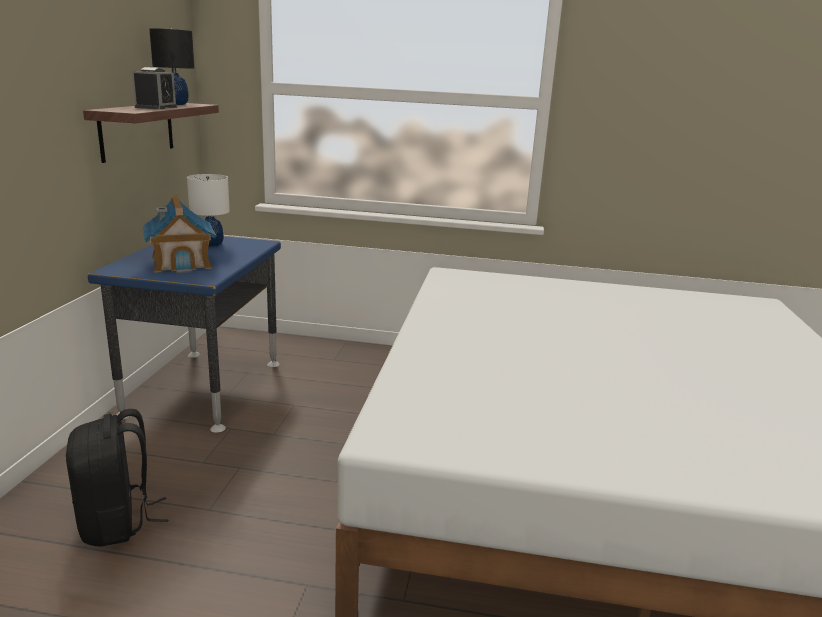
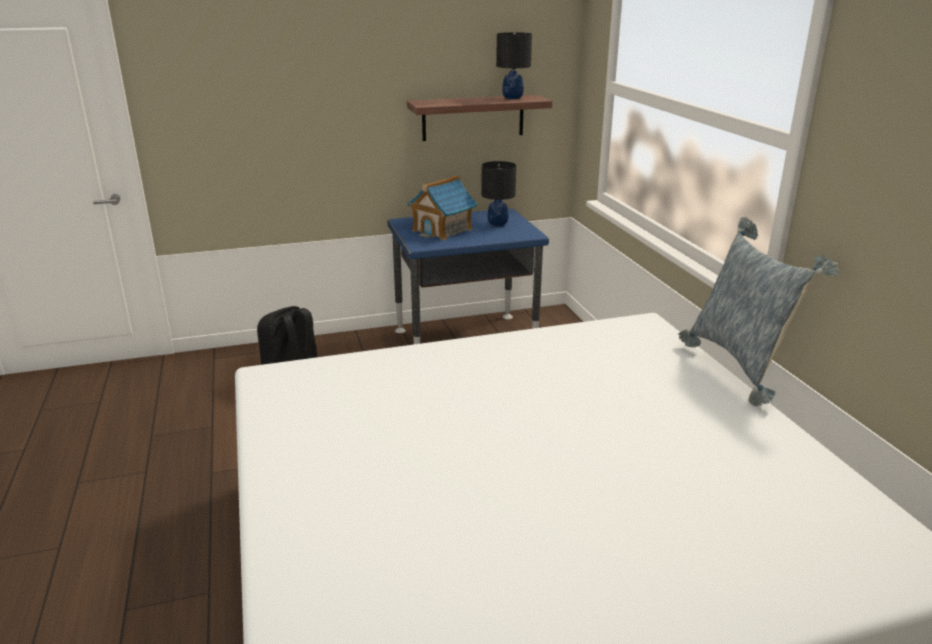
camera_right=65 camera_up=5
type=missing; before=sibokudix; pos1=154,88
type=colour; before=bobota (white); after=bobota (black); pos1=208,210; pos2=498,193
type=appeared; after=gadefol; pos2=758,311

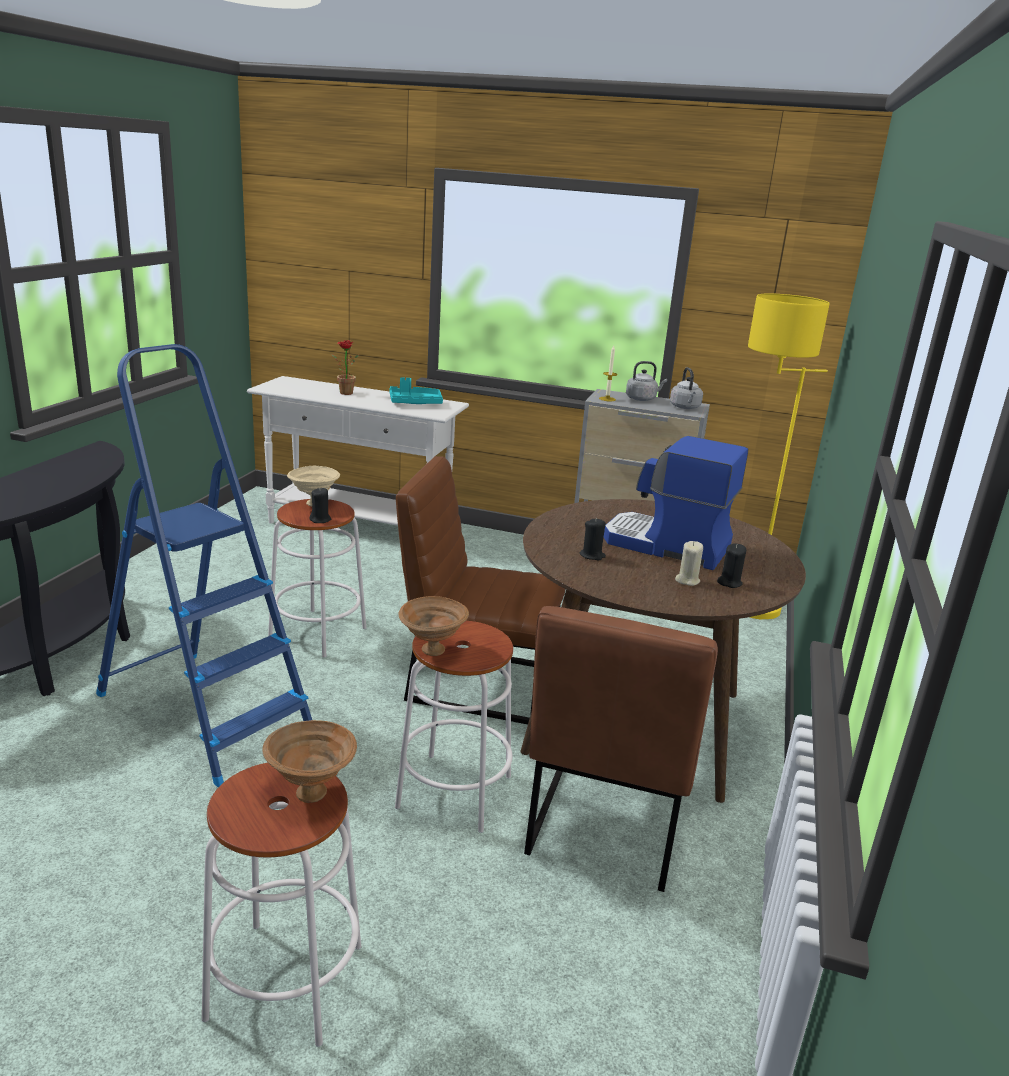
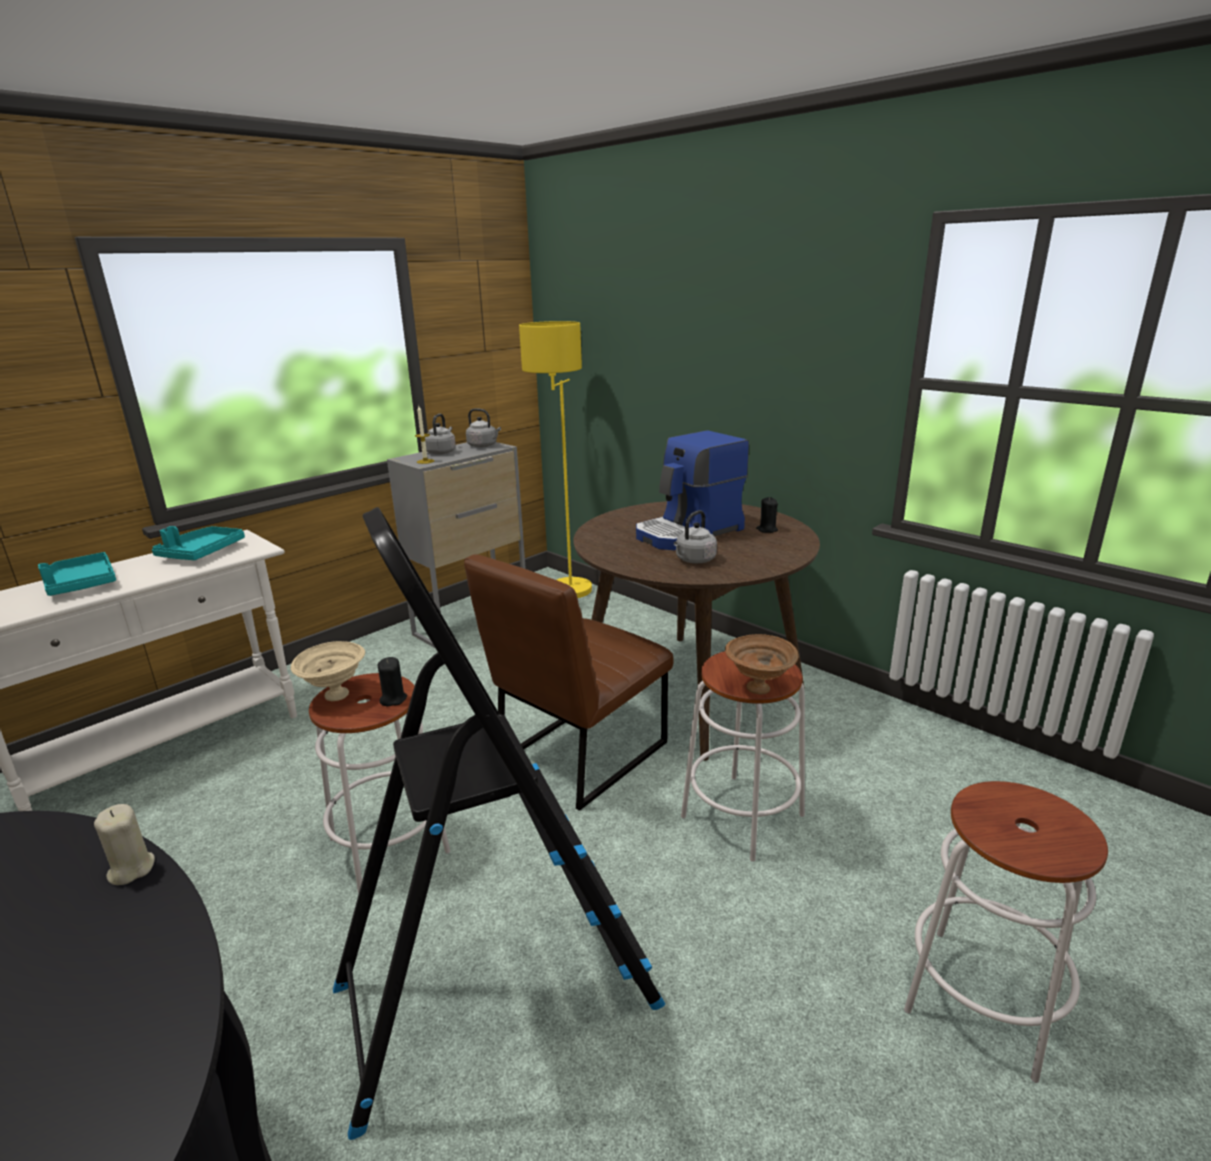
camera_right=-60 camera_up=0
type=colour; before=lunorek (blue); after=lunorek (black); pos1=204,565; pos2=499,823
type=missing; before=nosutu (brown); pos1=309,761
type=exchanged; before=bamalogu; after=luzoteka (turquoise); pos1=345,367; pos2=77,574
type=missing; before=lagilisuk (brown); pos1=621,749
type=exchanged; before=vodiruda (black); after=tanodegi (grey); pos1=593,539; pos2=695,536
type=relocated; before=vodiruda (beige); pos1=689,563; pos2=124,844

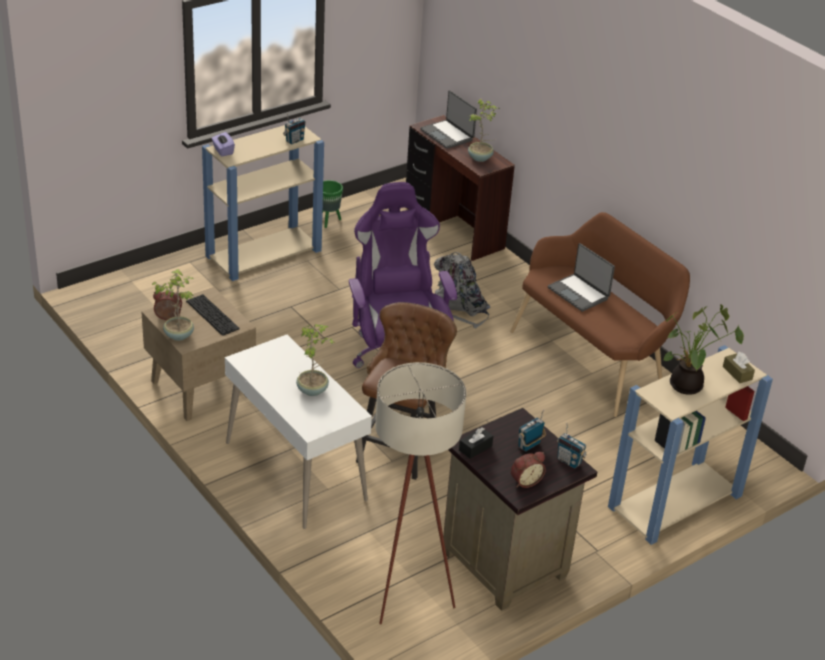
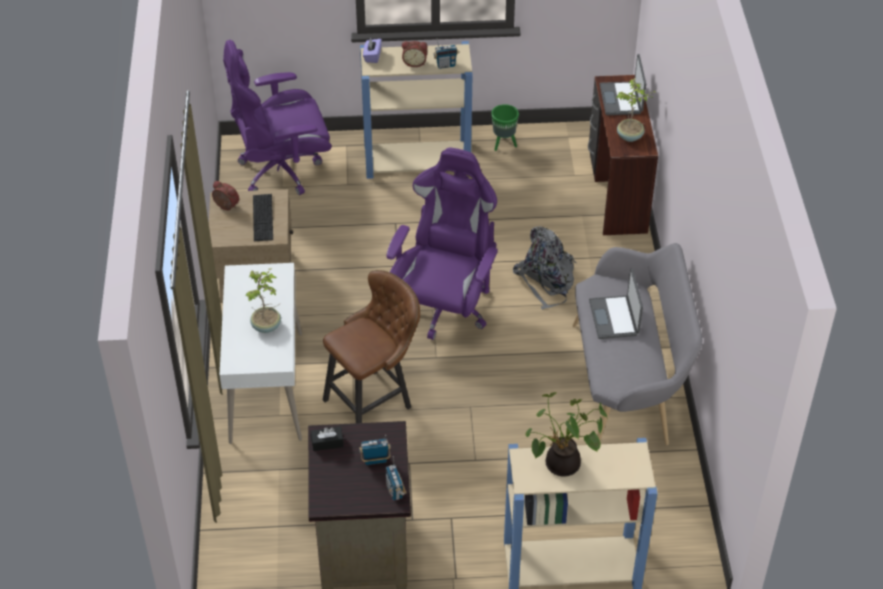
camera_right=35 camera_up=10
type=missing; before=bamalogu; pos1=173,305
type=missing; before=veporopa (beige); pos1=420,493
type=colour; before=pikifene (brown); after=pikifene (grey); pos1=600,314; pos2=637,344
type=relocated; before=sibokudix; pos1=528,470; pos2=414,54
type=missing; before=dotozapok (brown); pos1=739,367
type=appeared; after=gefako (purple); pos2=277,117

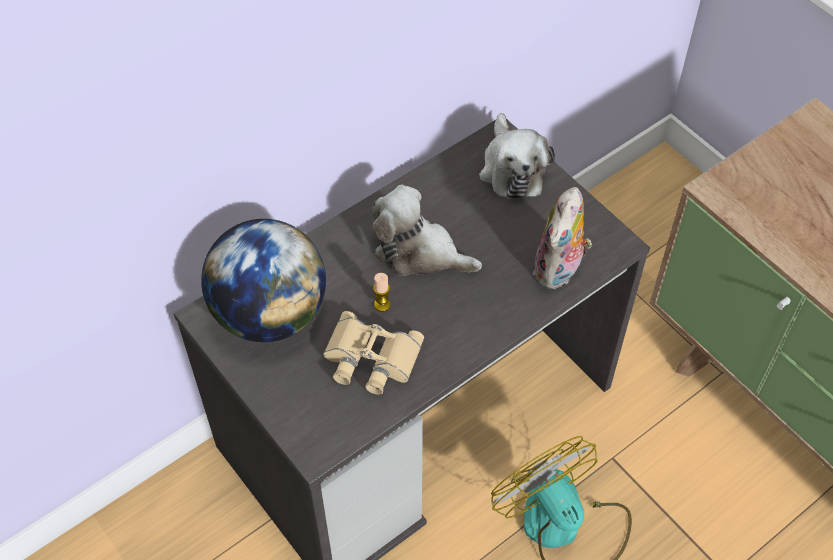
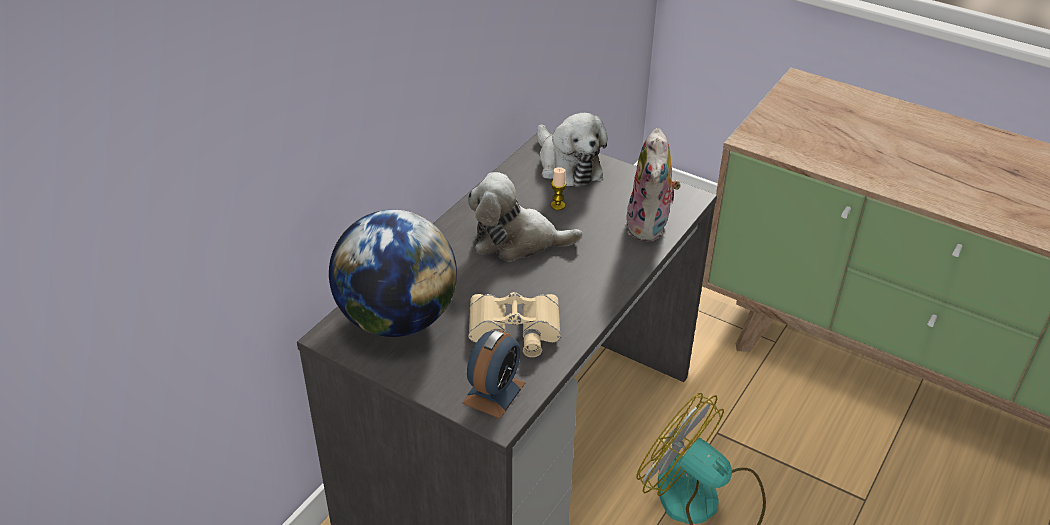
camera_right=-20 camera_up=-15
type=relocated; before=vodiruda; pos1=381,292; pos2=559,188
type=appeared; after=sibokudix; pos2=494,375

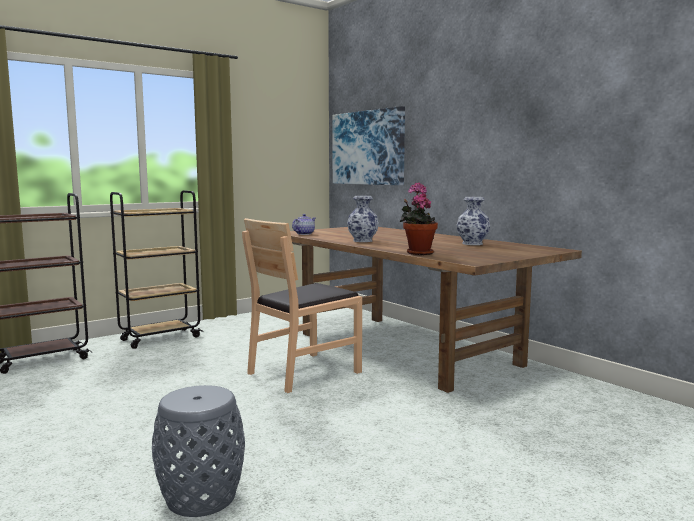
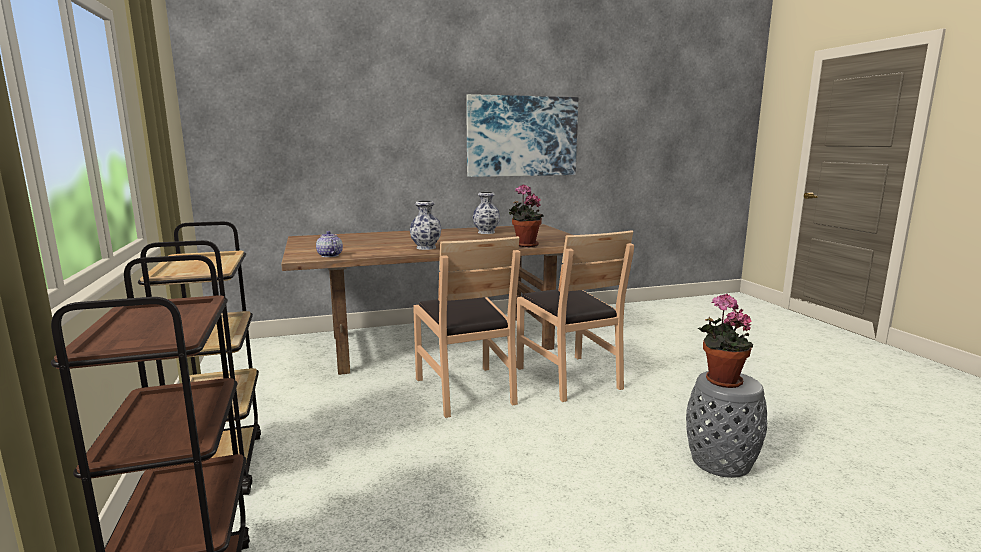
camera_right=-70 camera_up=5
type=relocated; before=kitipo; pos1=368,145; pos2=522,135
type=appeared; after=lagilisuk (brown); pos2=575,316
type=appeared; after=bamalogu; pos2=725,341

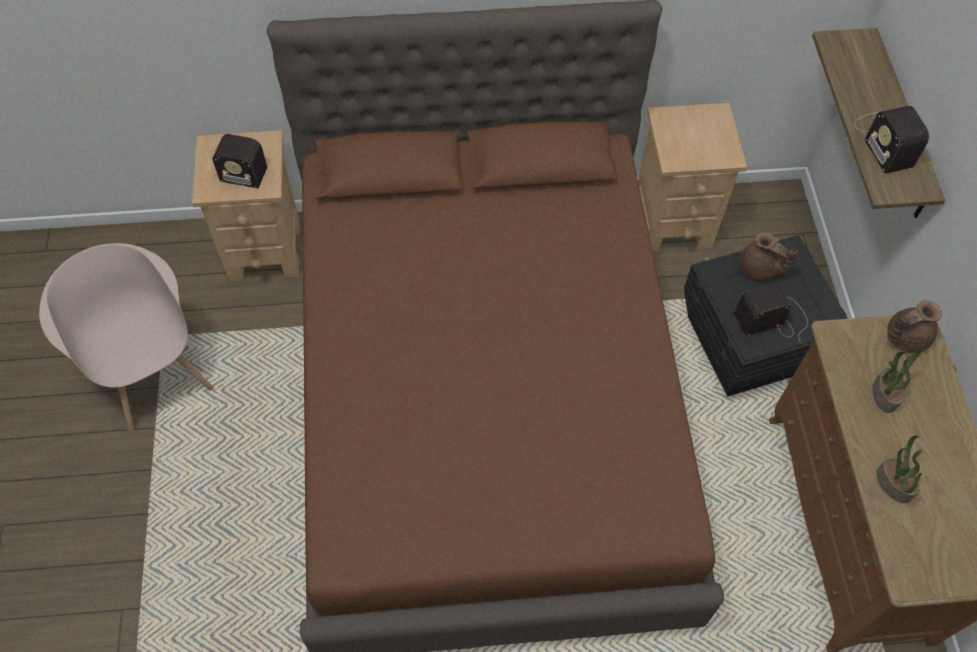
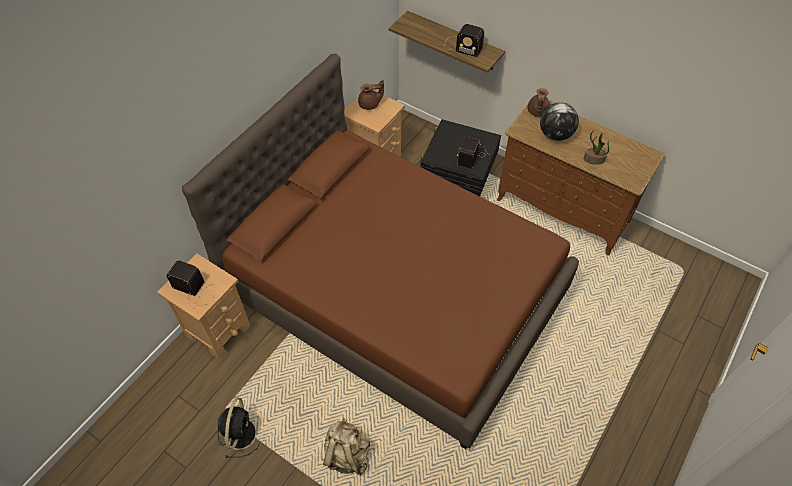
camera_right=-50 camera_up=-5
type=exchanged; before=lagilisuk (beige); after=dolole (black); pos1=126,338; pos2=239,428
type=spun; before=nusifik; pos1=233,161; pos2=191,283; turn=-120
type=relocated; before=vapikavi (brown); pos1=769,255; pos2=371,95
type=exchanged; before=bamalogu; after=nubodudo; pos1=897,380; pos2=559,121
type=appeared; after=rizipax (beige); pos2=346,447

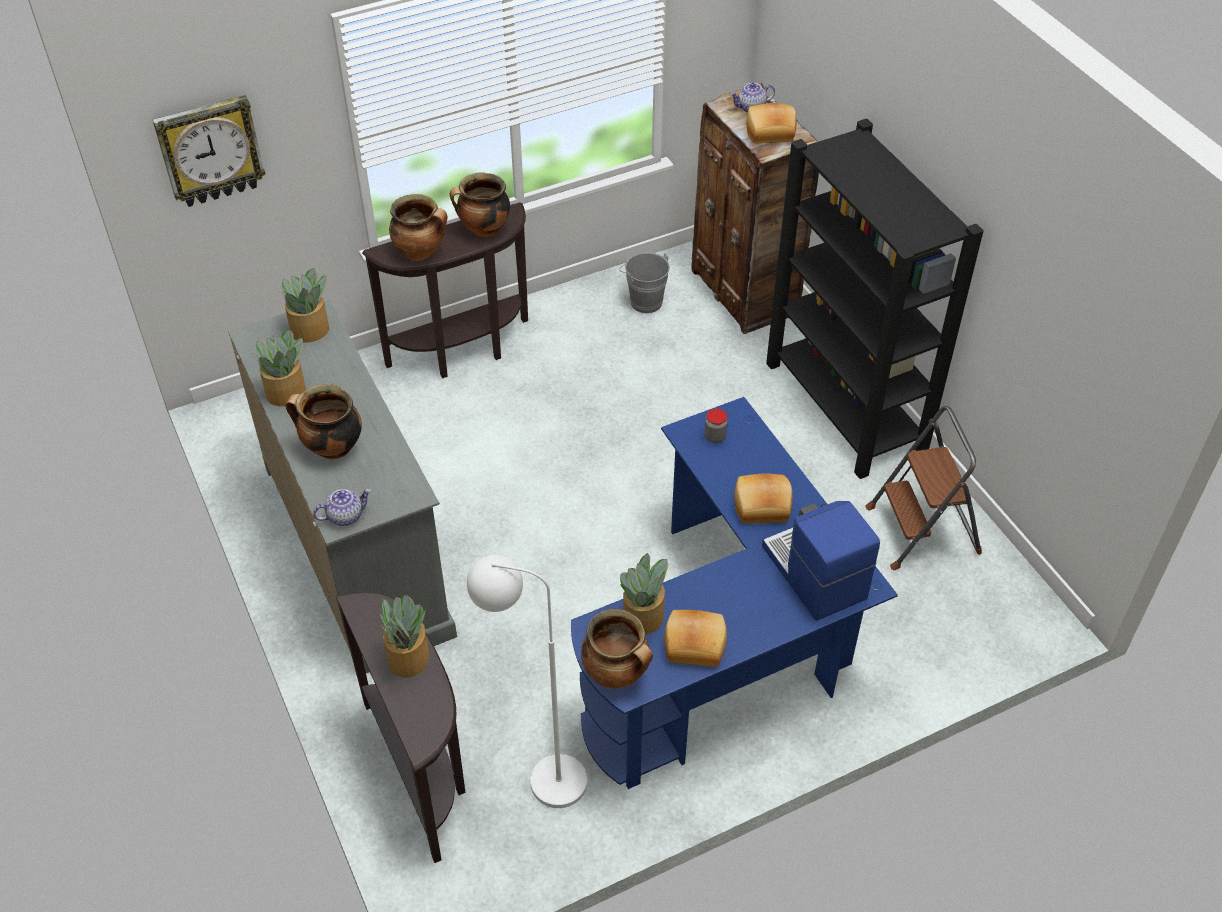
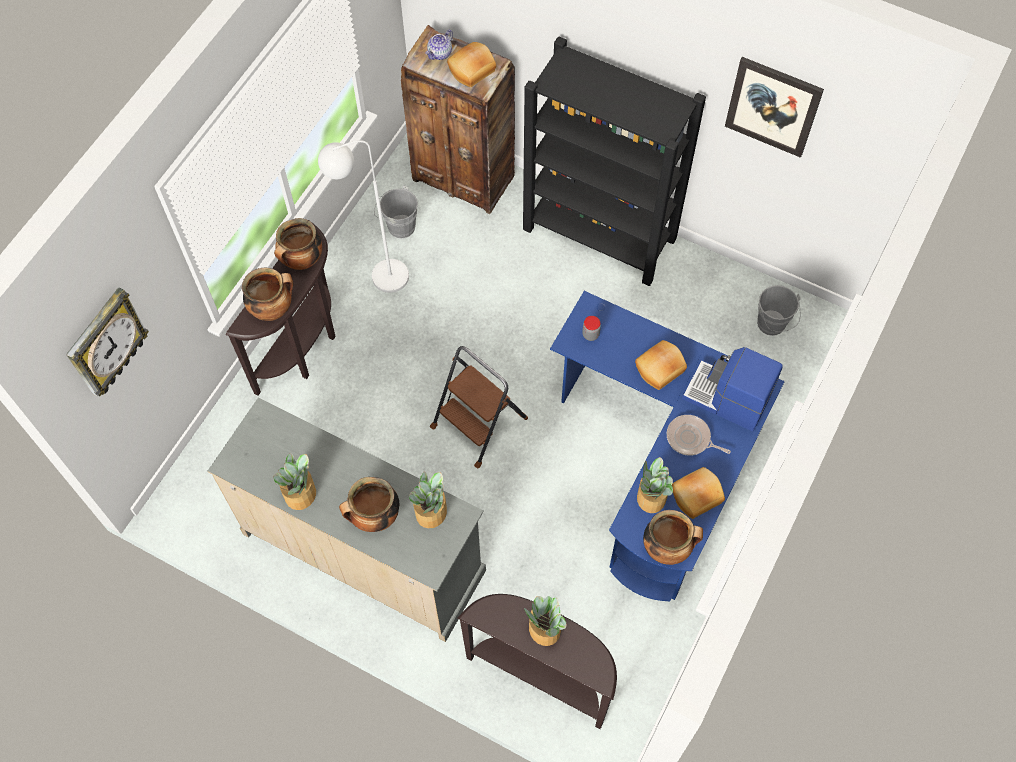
camera_right=-35 camera_up=15
type=relocated; before=bamalogu; pos1=304,305; pos2=428,499
type=missing; before=vapikavi; pos1=342,507
type=relocated; before=veporopa (white); pos1=527,681; pos2=363,216
type=relocated; before=lunorek (brown); pos1=923,488; pos2=479,407
type=appeared; after=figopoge; pos2=699,435
type=appeared; after=kitipo; pos2=774,107
type=appeared; after=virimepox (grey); pos2=779,310

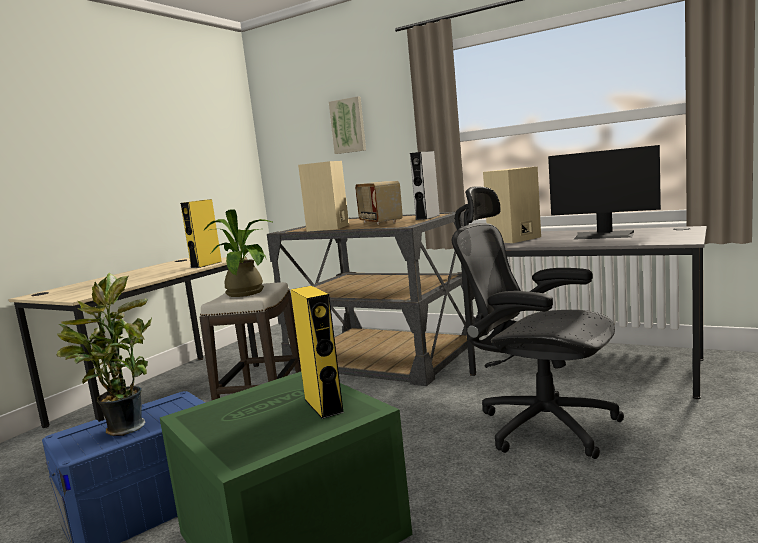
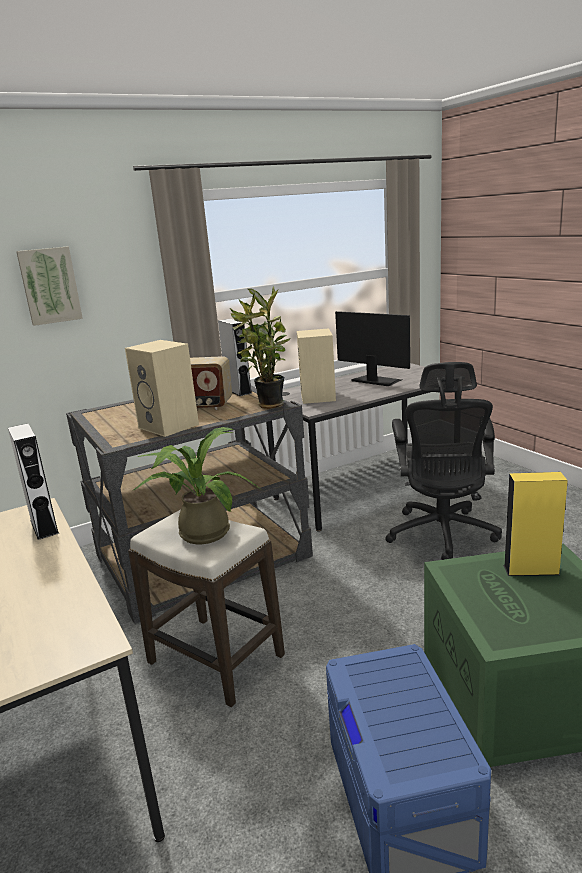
camera_right=-60 camera_up=10
type=relocated; before=bamalogu; pos1=104,354; pos2=260,347
type=colour; before=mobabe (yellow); after=mobabe (white); pos1=201,233; pos2=33,481
type=spun; before=gefako; pos1=538,322; pos2=443,461; turn=-60
type=spun; before=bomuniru; pos1=604,192; pos2=372,348; turn=-105

